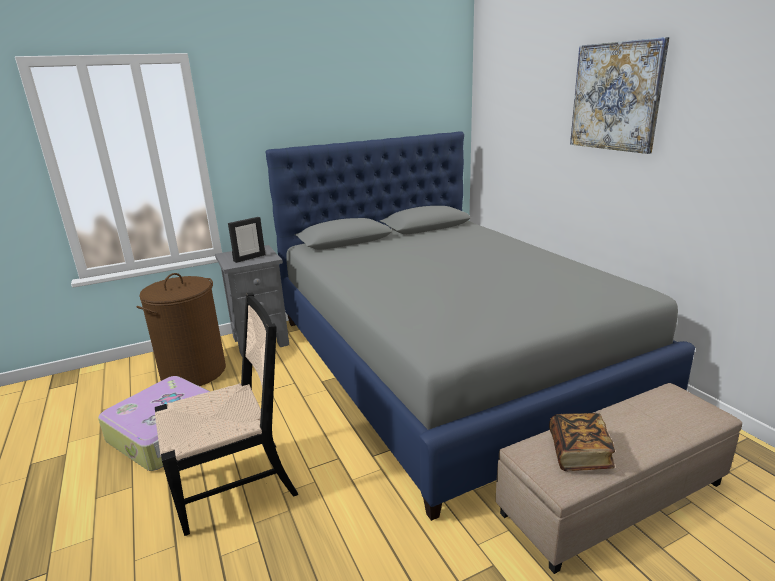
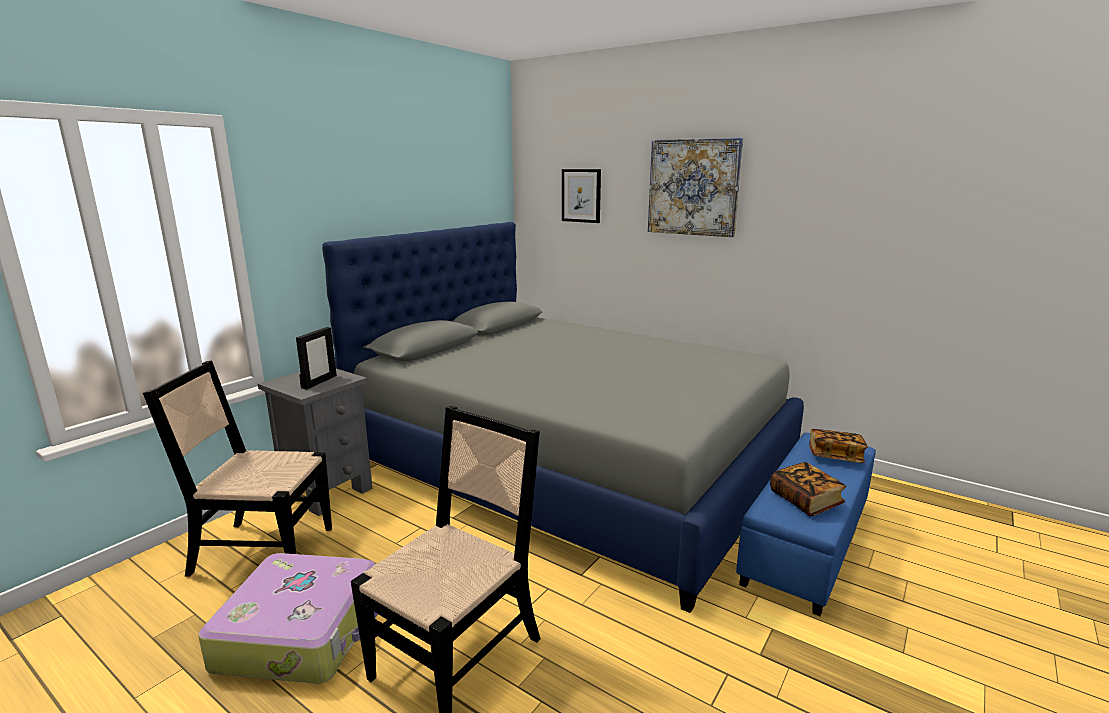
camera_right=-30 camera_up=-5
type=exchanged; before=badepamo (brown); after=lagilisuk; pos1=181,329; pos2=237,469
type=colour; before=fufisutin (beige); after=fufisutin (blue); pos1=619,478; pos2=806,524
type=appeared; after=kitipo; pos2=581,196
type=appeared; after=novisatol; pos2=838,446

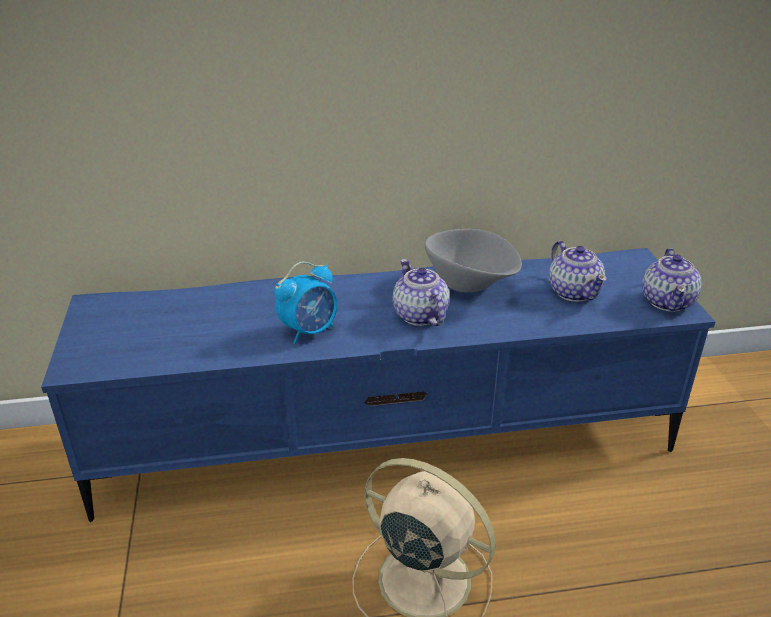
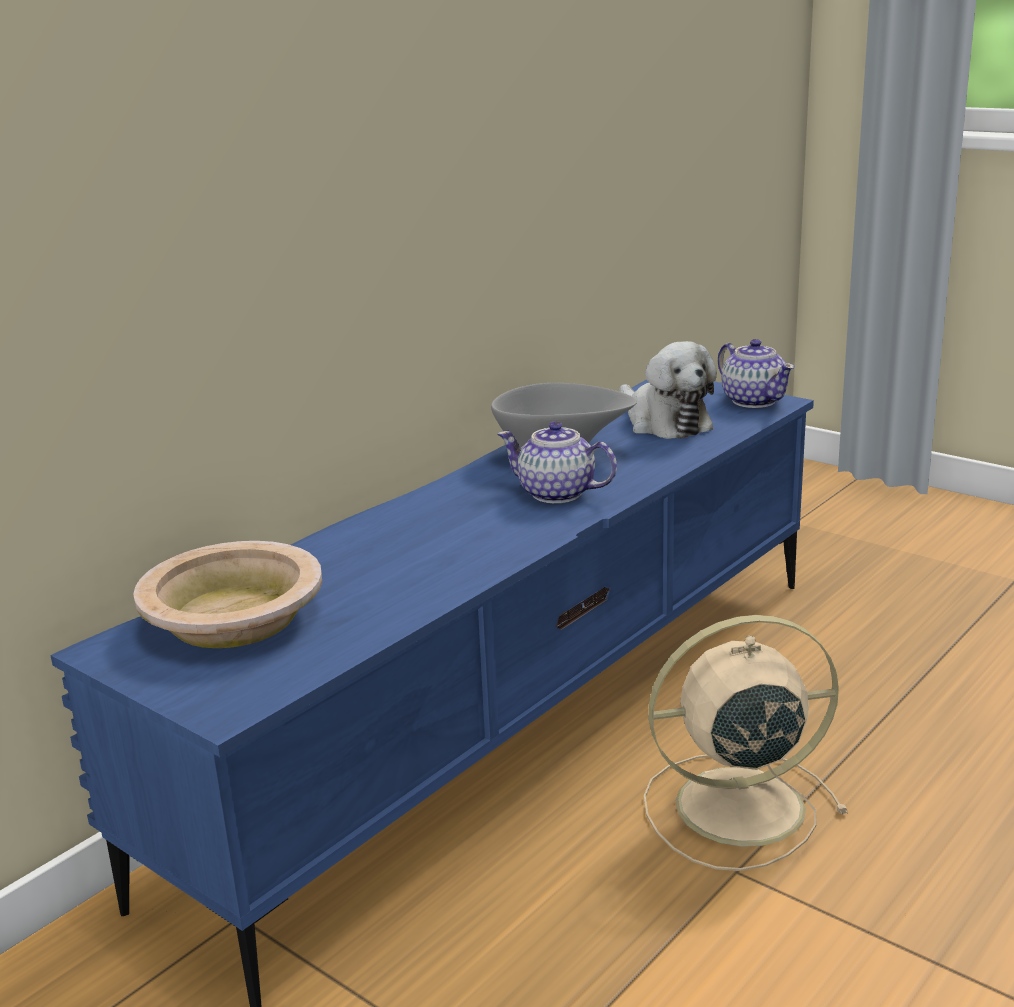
camera_right=-40 camera_up=-10
type=missing; before=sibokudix; pos1=305,303
type=exchanged; before=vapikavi; after=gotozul; pos1=578,271; pos2=668,390
type=appeared; after=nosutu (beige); pos2=227,594

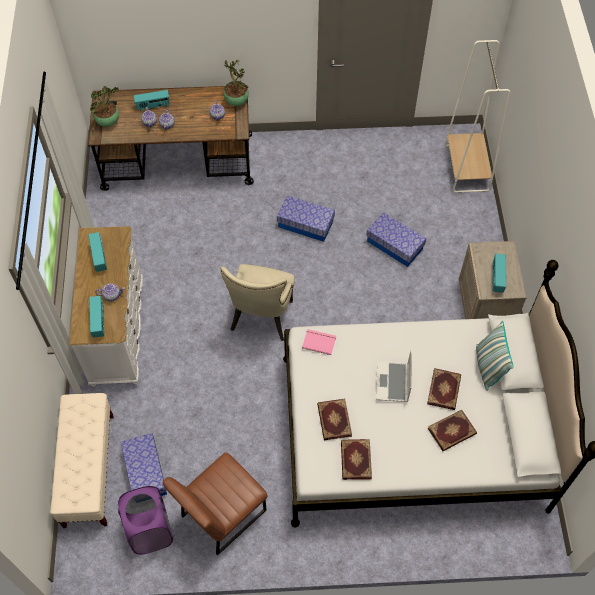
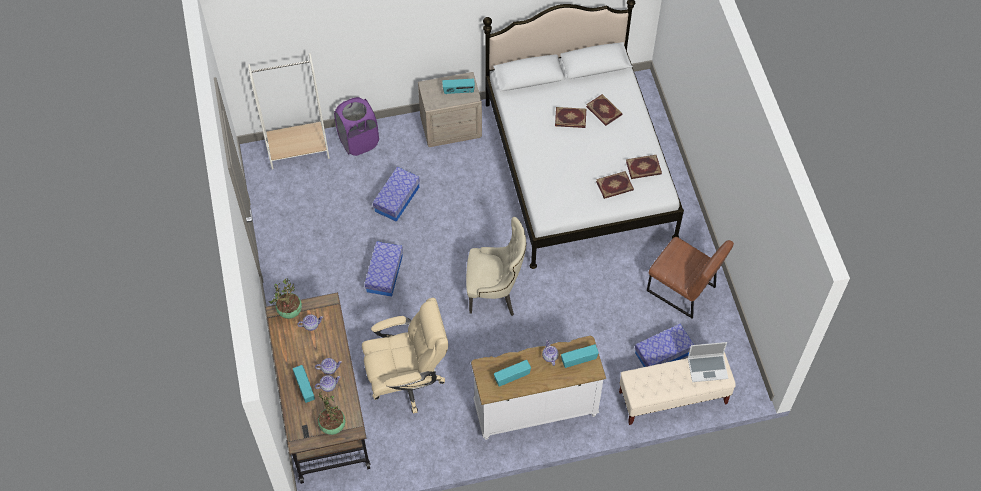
camera_right=-100 camera_up=0
type=relocated; before=badepamo (purple); pos1=145,520; pos2=356,126
type=missing; before=novisatol (pink); pos1=319,342
type=relocated; before=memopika; pos1=394,375; pos2=707,362
type=missing; before=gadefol; pos1=495,356
type=appeared; after=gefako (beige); pos2=405,356

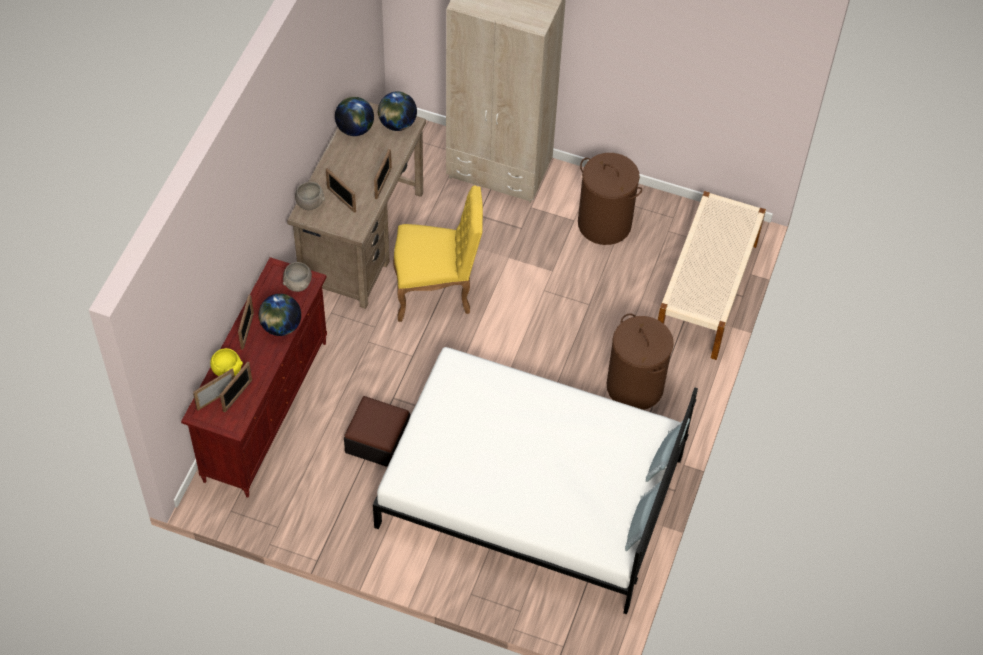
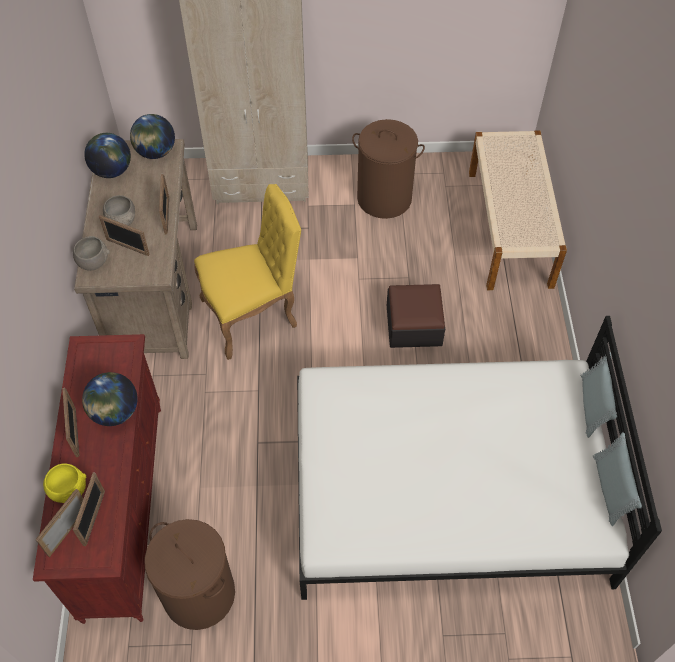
camera_right=-20 camera_up=0
type=relocated; before=nosutu (grey); pos1=297,277; pos2=119,210
type=relocated; before=fufisutin; pos1=377,431; pos2=416,316
type=relocated; before=badepamo (brown); pos1=640,361; pos2=189,574

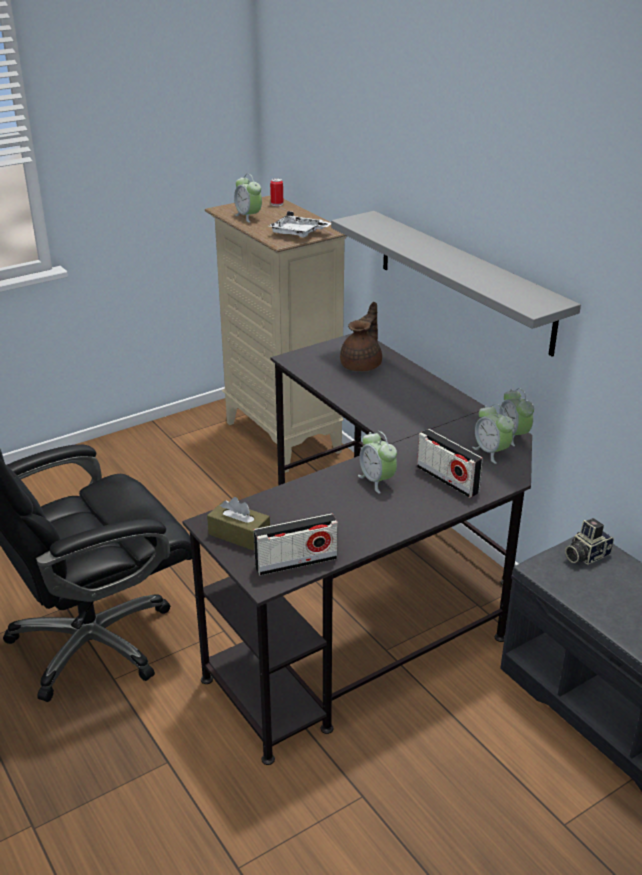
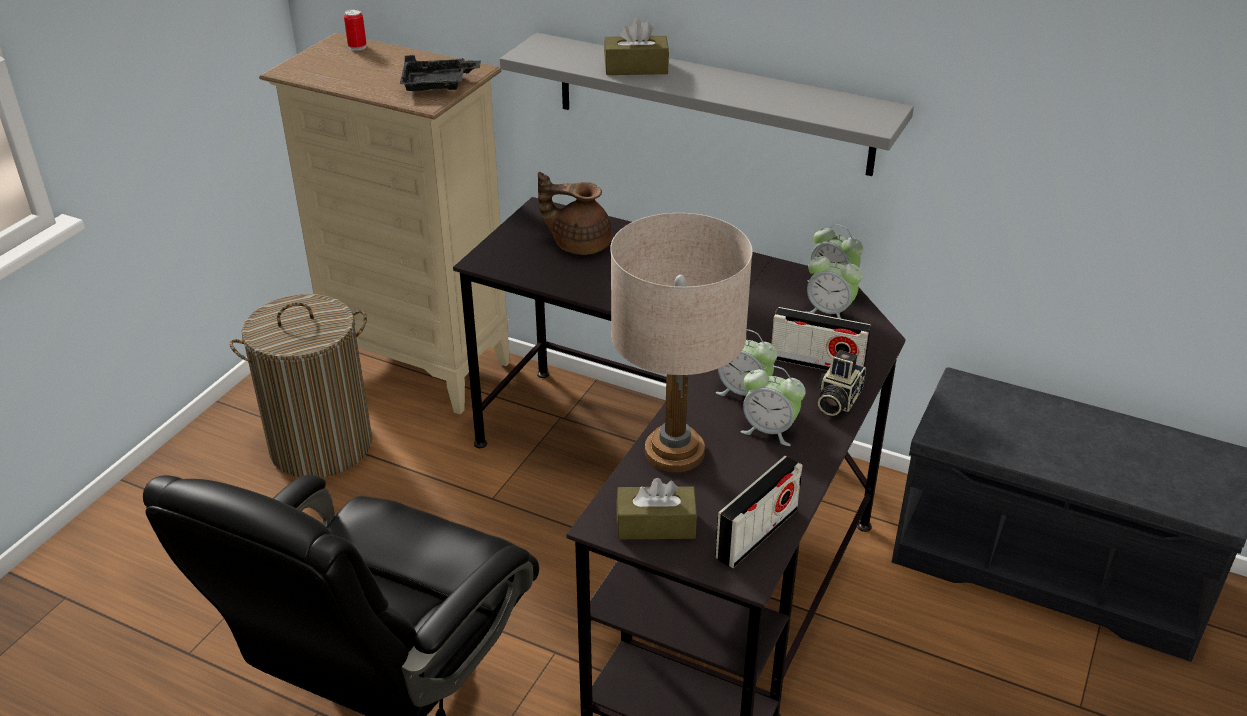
camera_right=-30 camera_up=5
type=relocated; before=sibokudix; pos1=248,198; pos2=773,405
type=colour; before=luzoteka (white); after=luzoteka (black); pos1=300,224; pos2=440,73
type=spun; before=vapikavi (brown); pos1=361,336; pos2=575,213; turn=-75
type=relocated; before=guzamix; pos1=589,541; pos2=841,383
type=appeared; after=badepamo; pos2=301,386
type=appeared; after=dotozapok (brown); pos2=636,46
type=appeared; after=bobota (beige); pos2=681,343

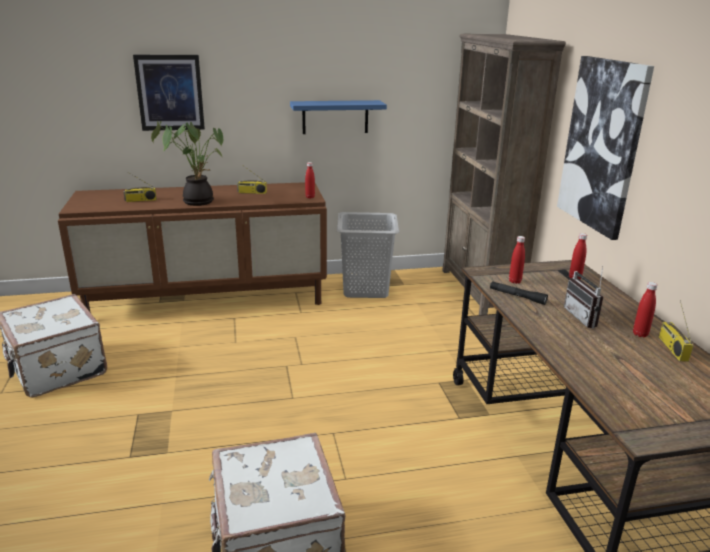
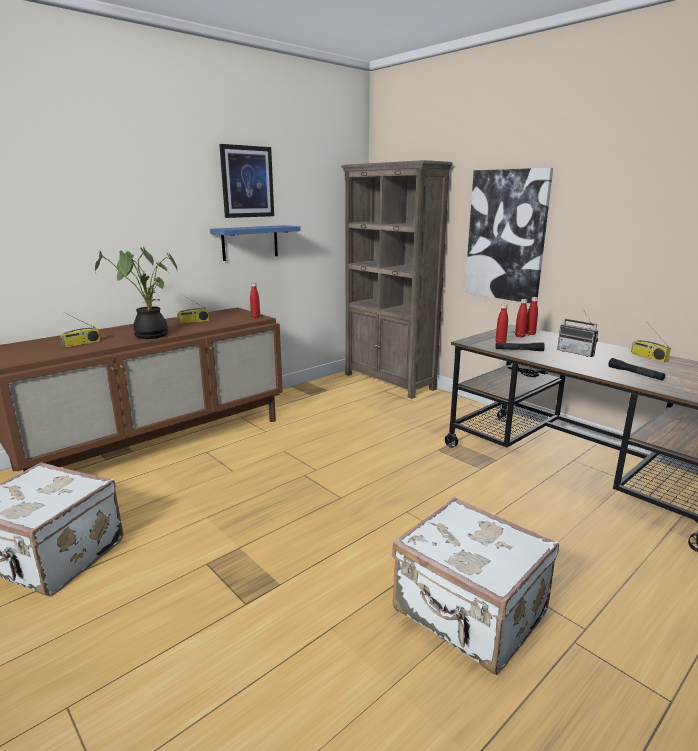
camera_right=-30 camera_up=-5
type=relocated; before=kitipo; pos1=169,93; pos2=246,181
type=missing; before=badepamo (grey); pos1=368,255
type=relocated; before=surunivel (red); pos1=645,309; pos2=521,318
type=appeared; after=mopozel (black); pos2=636,369

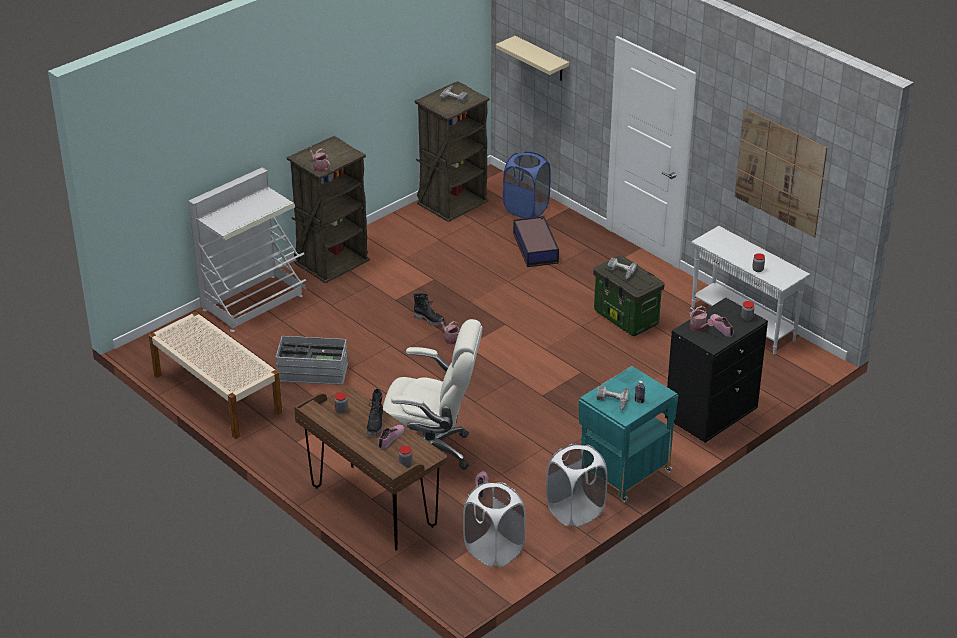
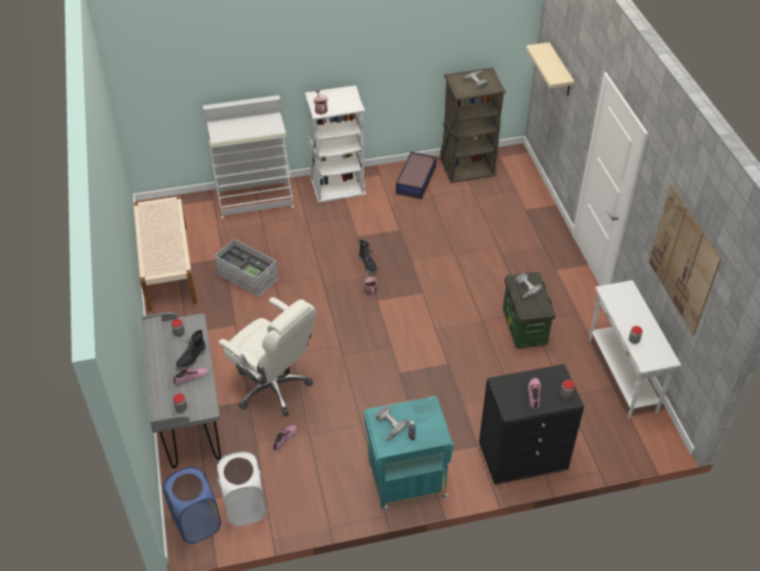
camera_right=30 camera_up=10
type=colour; before=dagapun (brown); after=dagapun (white); pos1=328,209; pos2=335,144
type=colour; before=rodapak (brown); after=rodapak (grey); pos1=370,469; pos2=181,390
type=relocated; before=badepamo (blue); pos1=527,184; pos2=192,505
type=relocated; before=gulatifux; pos1=536,241; pos2=416,175
type=missing; before=badepamo (white); pos1=577,485
type=missing; before=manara; pos1=701,318

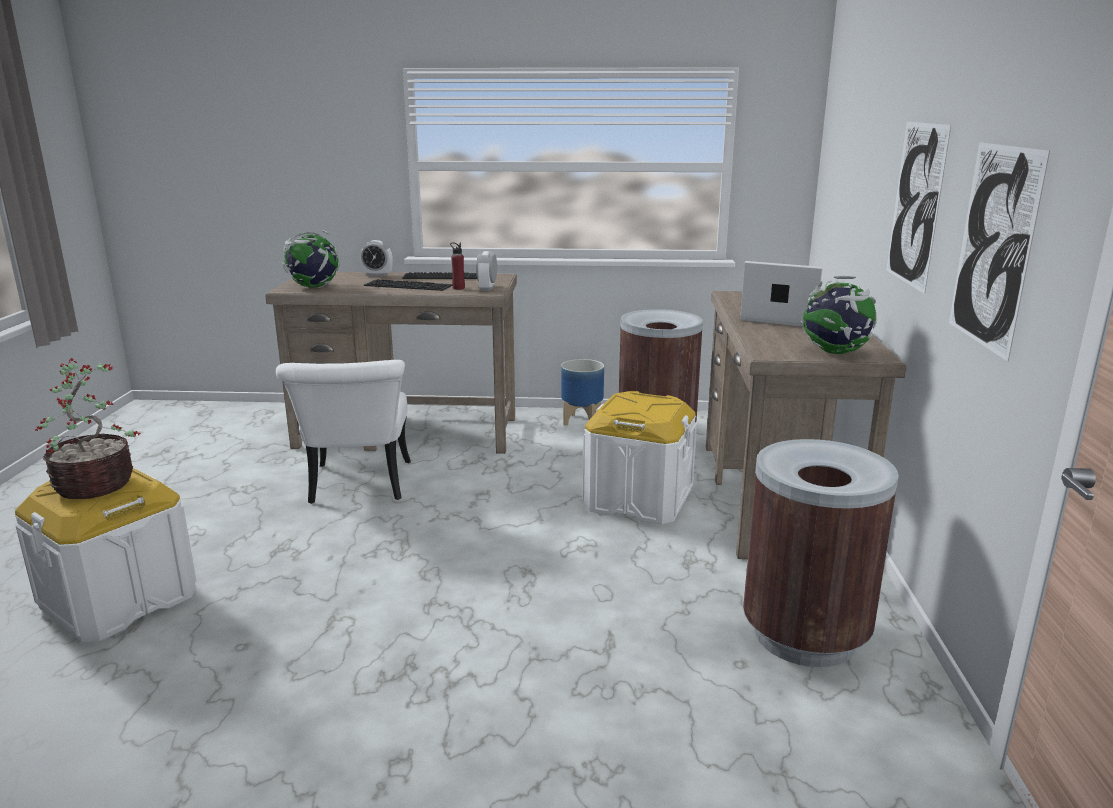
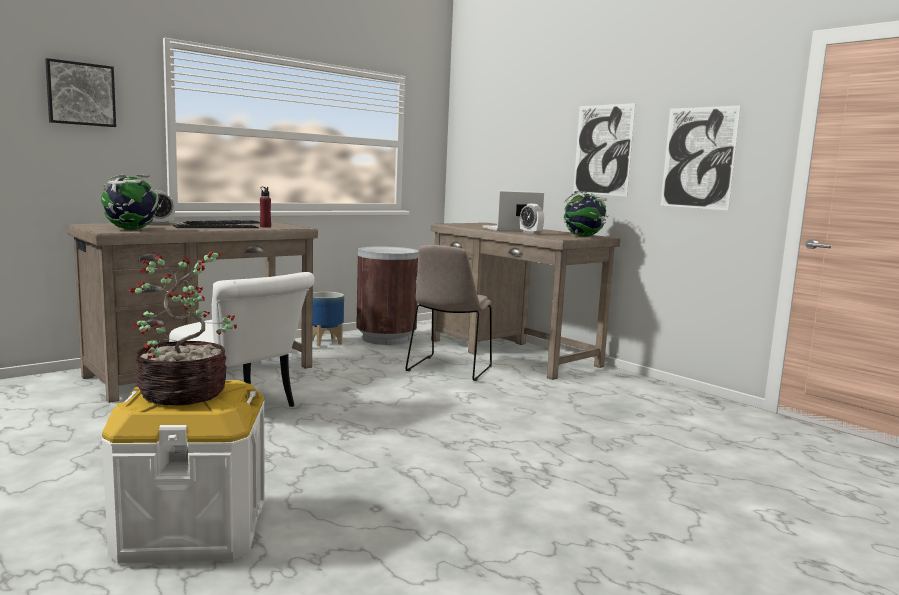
camera_right=-45 camera_up=-10
type=relocated; before=sibokudix; pos1=486,271; pos2=532,219
type=exchanged; before=gulatifux (white); after=lagilisuk (beige); pos1=639,458; pos2=449,313
type=missing; before=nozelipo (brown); pos1=821,553
type=appeared; after=kitipo; pos2=80,92

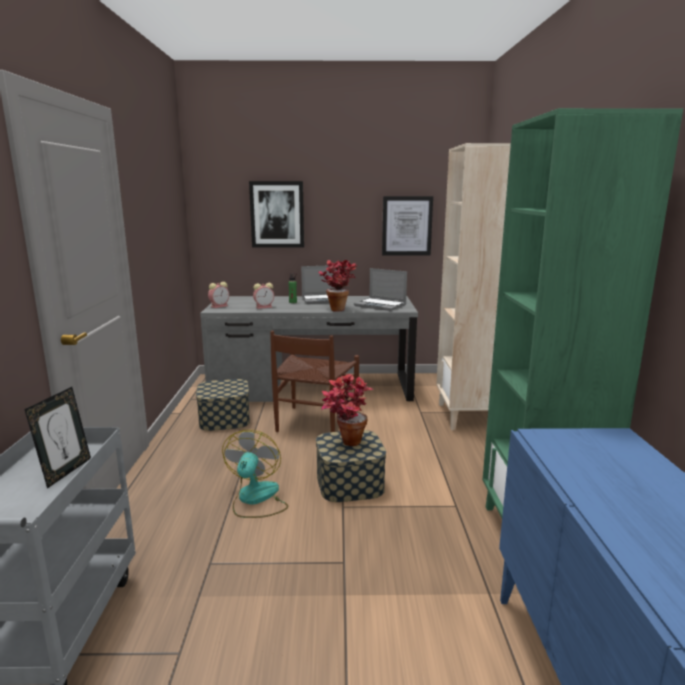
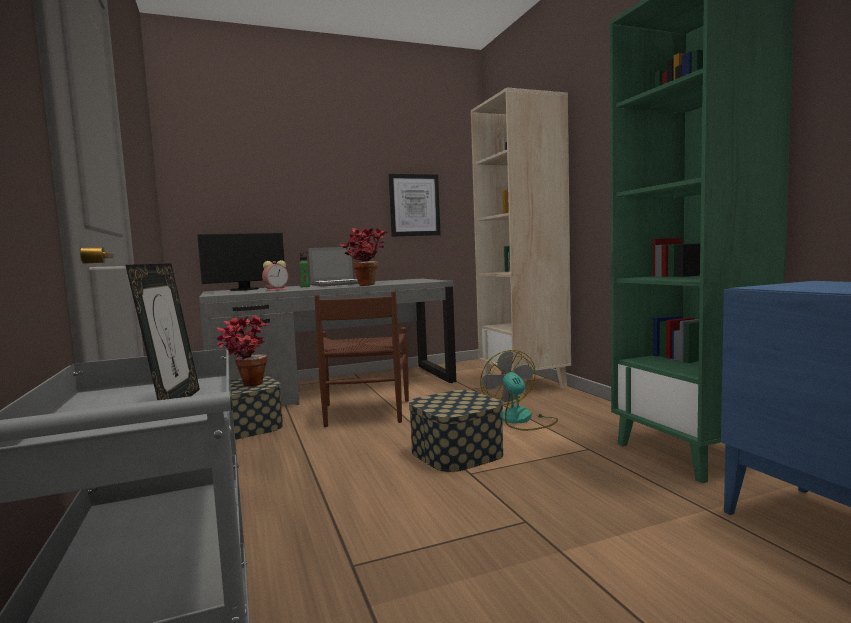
camera_right=-20 camera_up=-10
type=missing; before=sibokudix; pos1=218,295
type=relocated; before=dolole; pos1=255,474; pos2=519,390
type=missing; before=kitipo; pos1=276,214
type=relocated; before=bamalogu; pos1=347,410; pos2=243,350
type=missing; before=memopika; pos1=380,289
type=appeared; after=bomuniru; pos2=240,262

